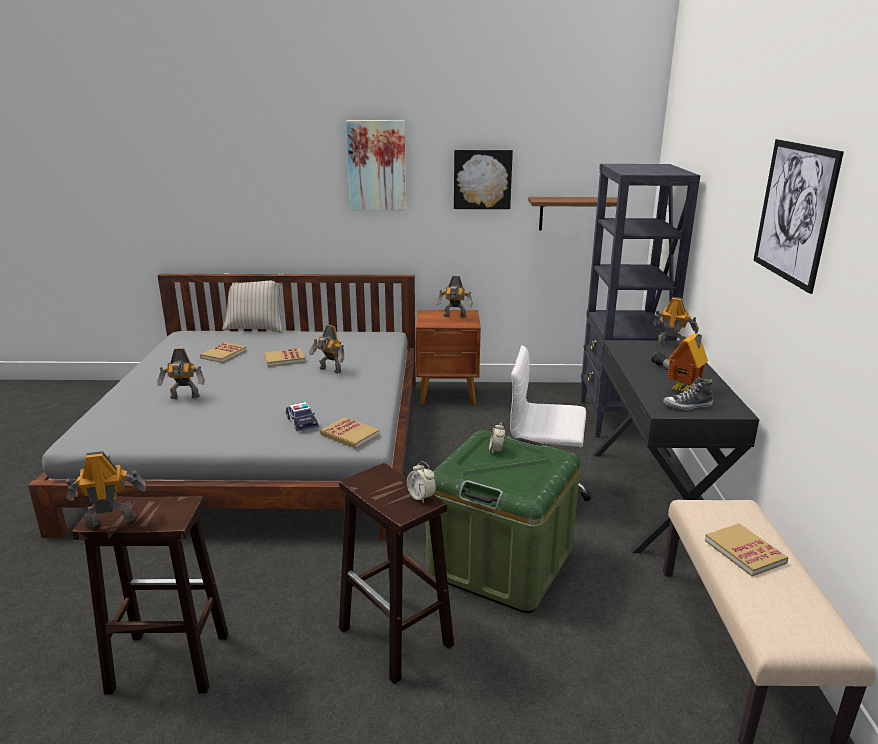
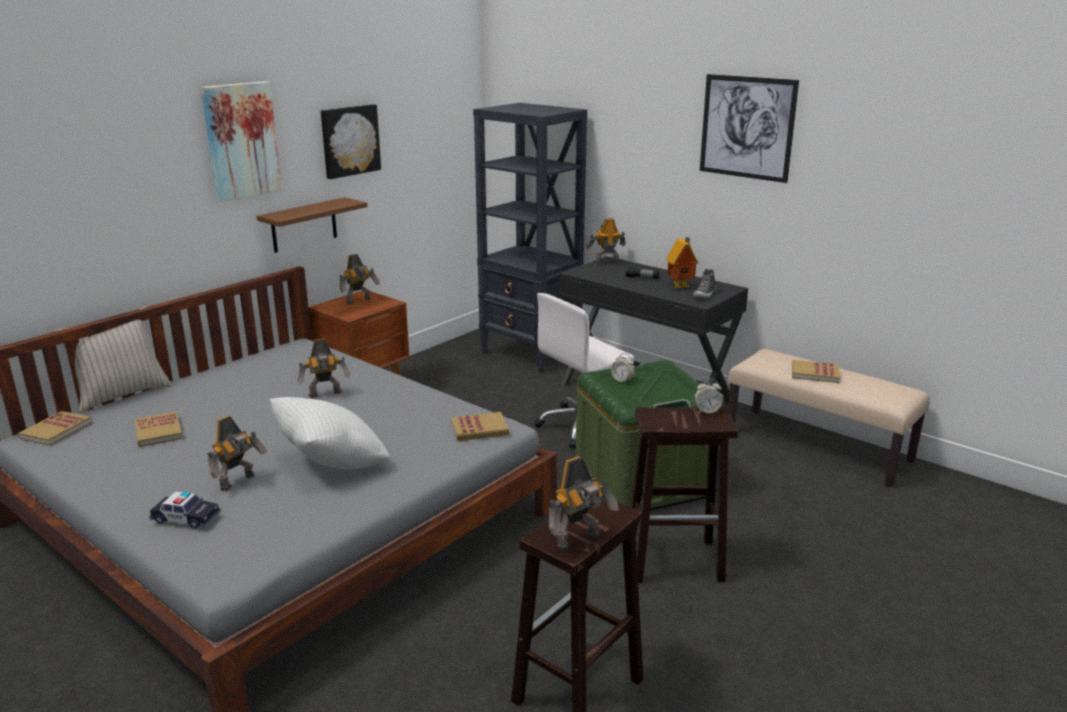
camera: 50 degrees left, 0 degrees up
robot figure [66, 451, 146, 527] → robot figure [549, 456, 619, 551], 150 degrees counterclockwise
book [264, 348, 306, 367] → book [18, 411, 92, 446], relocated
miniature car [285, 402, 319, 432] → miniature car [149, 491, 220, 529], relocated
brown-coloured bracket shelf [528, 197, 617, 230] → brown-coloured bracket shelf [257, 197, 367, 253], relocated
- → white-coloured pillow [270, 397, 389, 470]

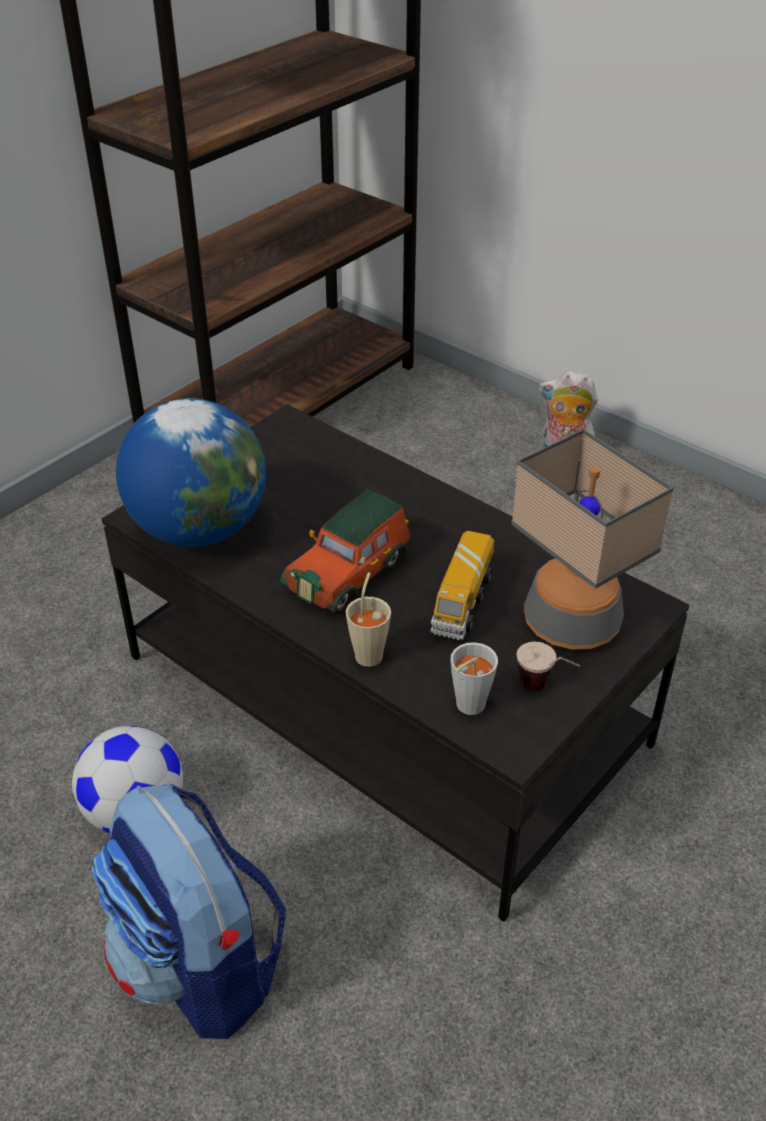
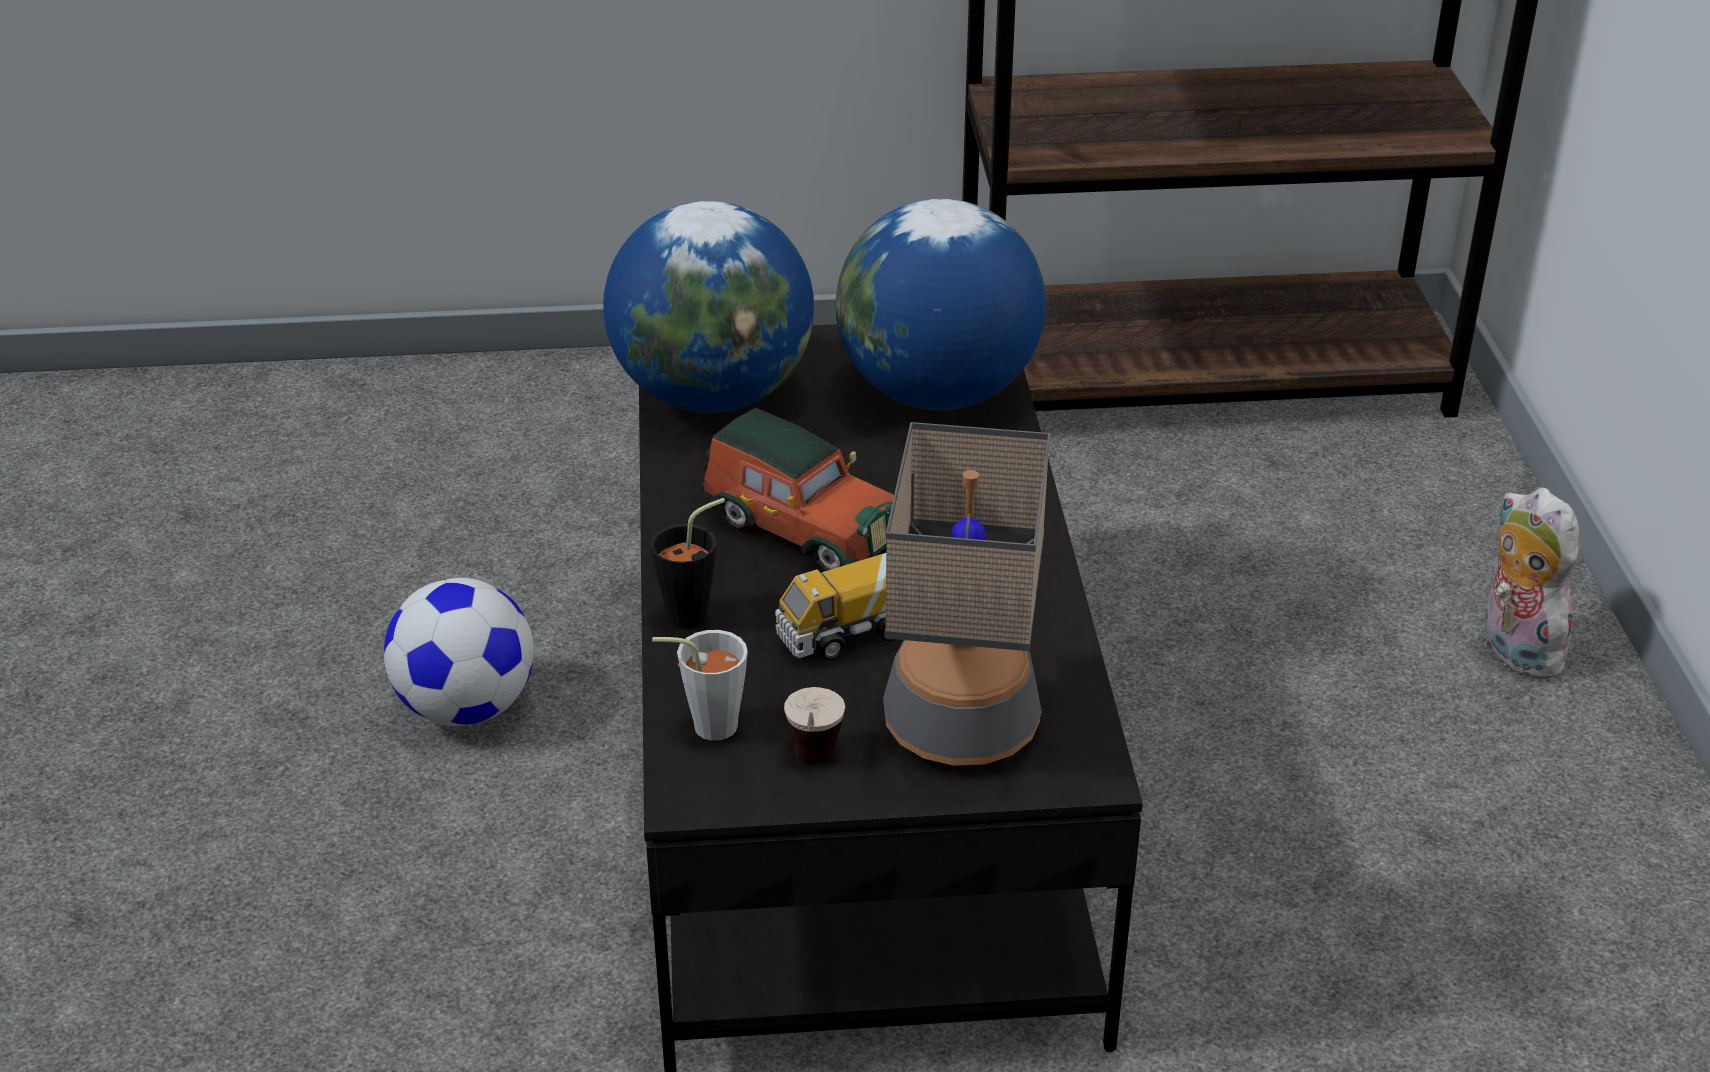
camera: 45 degrees right, 5 degrees down
backpack [92, 784, 286, 1039] → -
miniature car [280, 489, 411, 613] → miniature car [701, 407, 894, 571], 135 degrees counterclockwise
beige cup [346, 573, 391, 667] → black-coloured cup [650, 498, 725, 628]
- → desk globe [836, 199, 1046, 410]

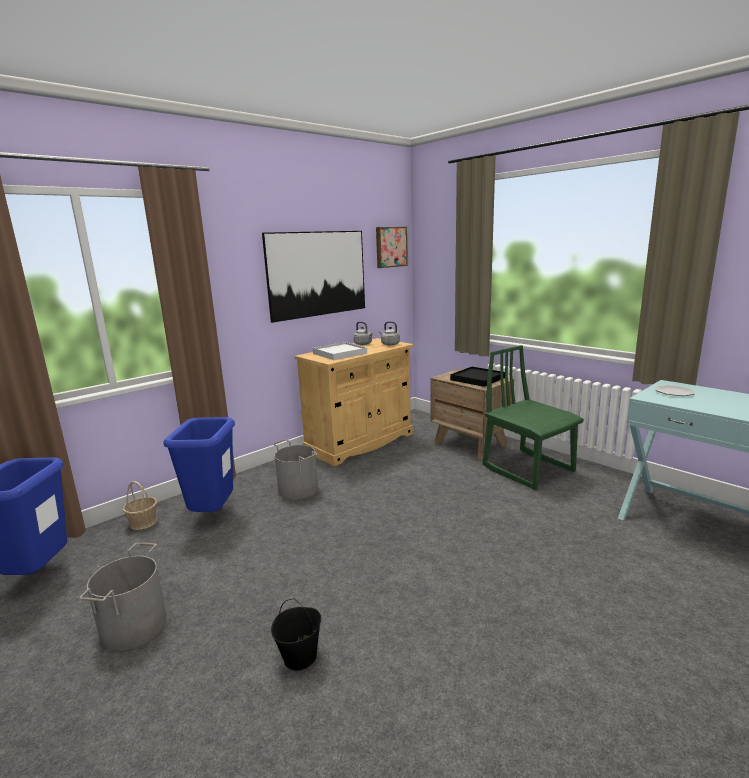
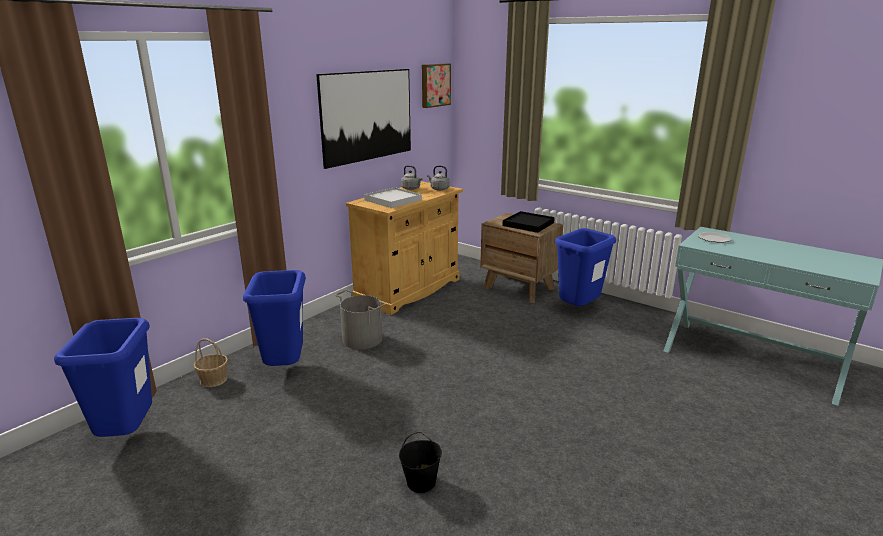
camera: 10 degrees left, 5 degrees up
gray pail [79, 543, 167, 651] → -
green chair [482, 345, 584, 490] → blue-coloured trash can [555, 228, 616, 306]

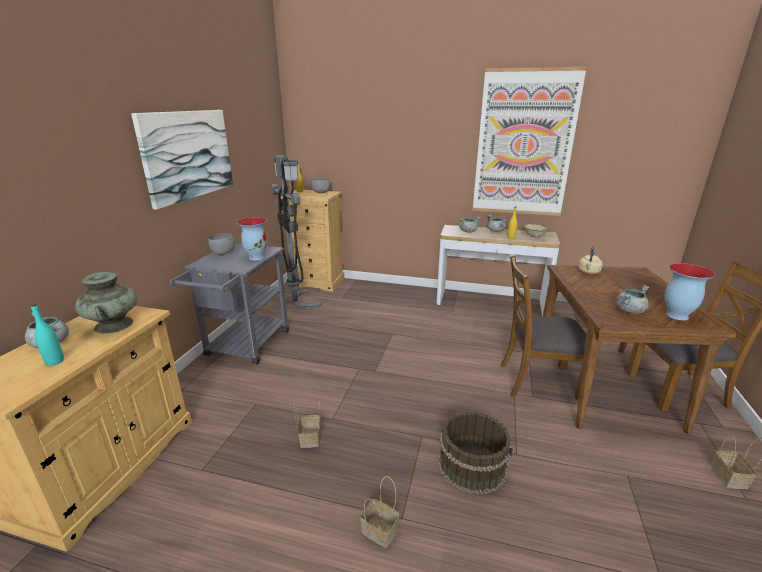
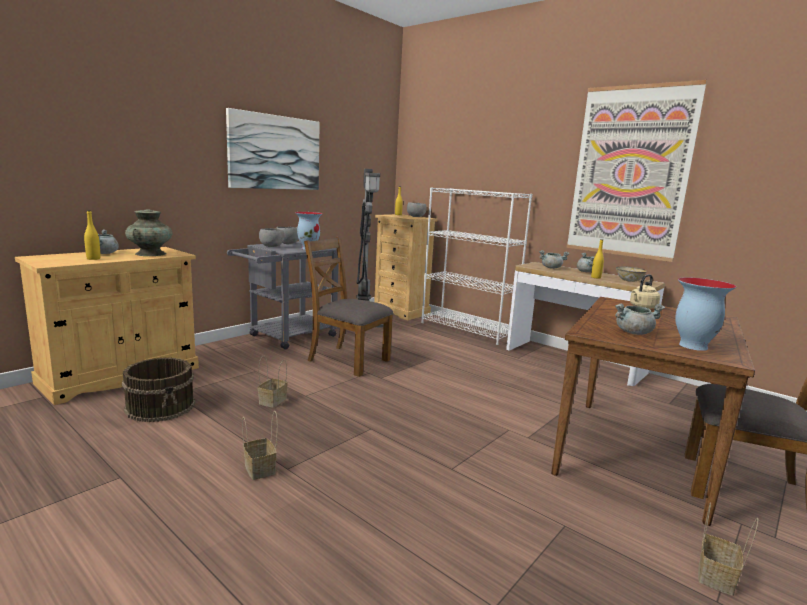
camera: 25 degrees right, 10 degrees down
blue-green drink bottle [31, 304, 64, 366] → yellow drink bottle [84, 210, 101, 260]
brown-coloured pail [438, 411, 513, 495] → brown-coloured pail [122, 358, 195, 422], relocated
brown-coloured chair [501, 255, 587, 401] → brown-coloured chair [304, 236, 393, 377], relocated
- → gray deep dish [259, 228, 284, 247]
- → white-coloured shelving unit [422, 187, 532, 345]

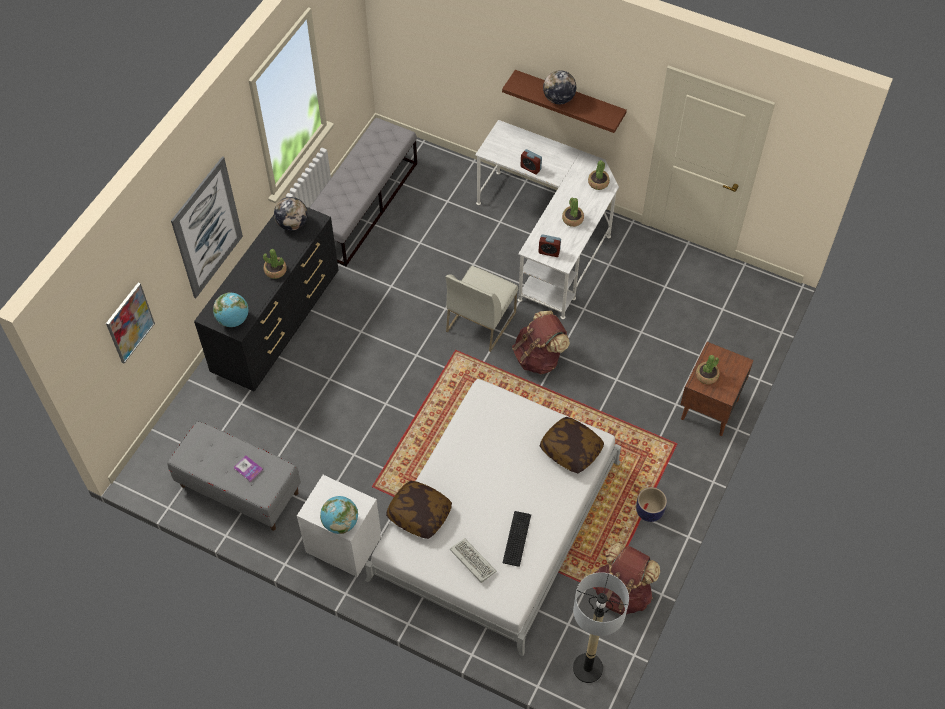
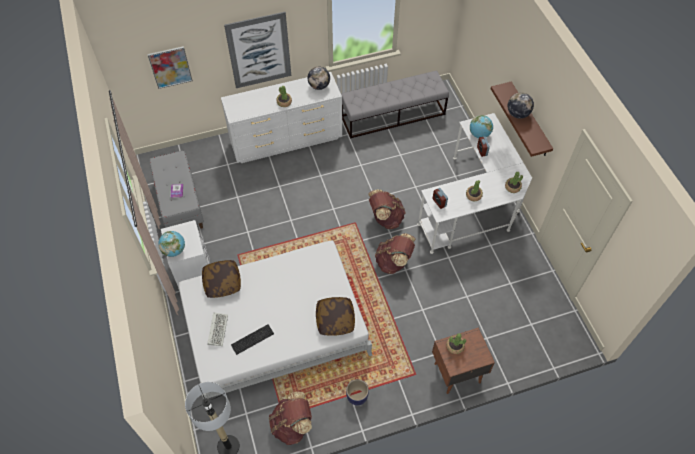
camera: 45 degrees right, 0 degrees up
black-coloured dresser [194, 207, 339, 392] → white-coloured dresser [221, 72, 342, 163]
desk globe [213, 292, 248, 327] → desk globe [470, 115, 493, 138], relocated
white-coloured chair [446, 266, 518, 352] → brown-coloured backpack [368, 189, 406, 229]

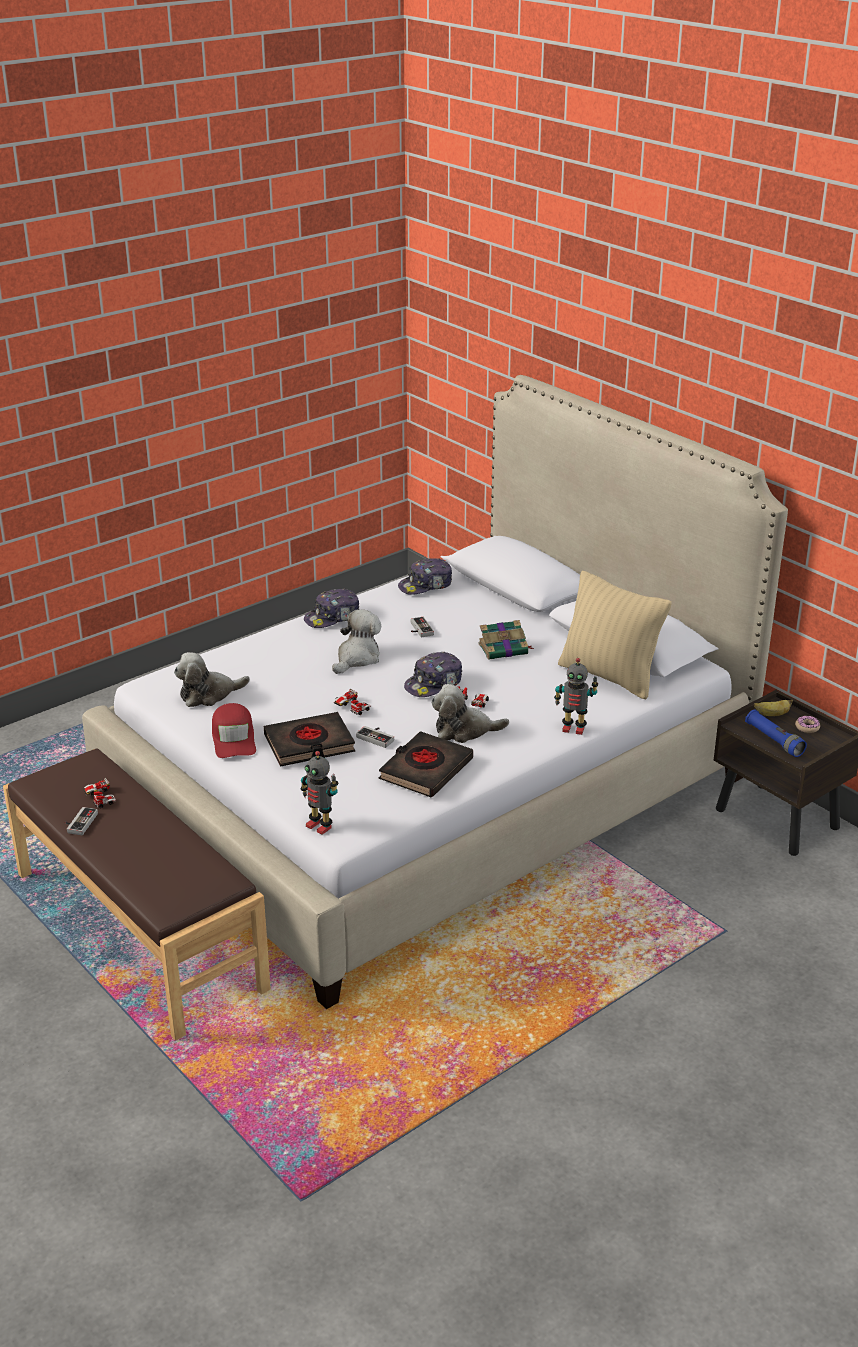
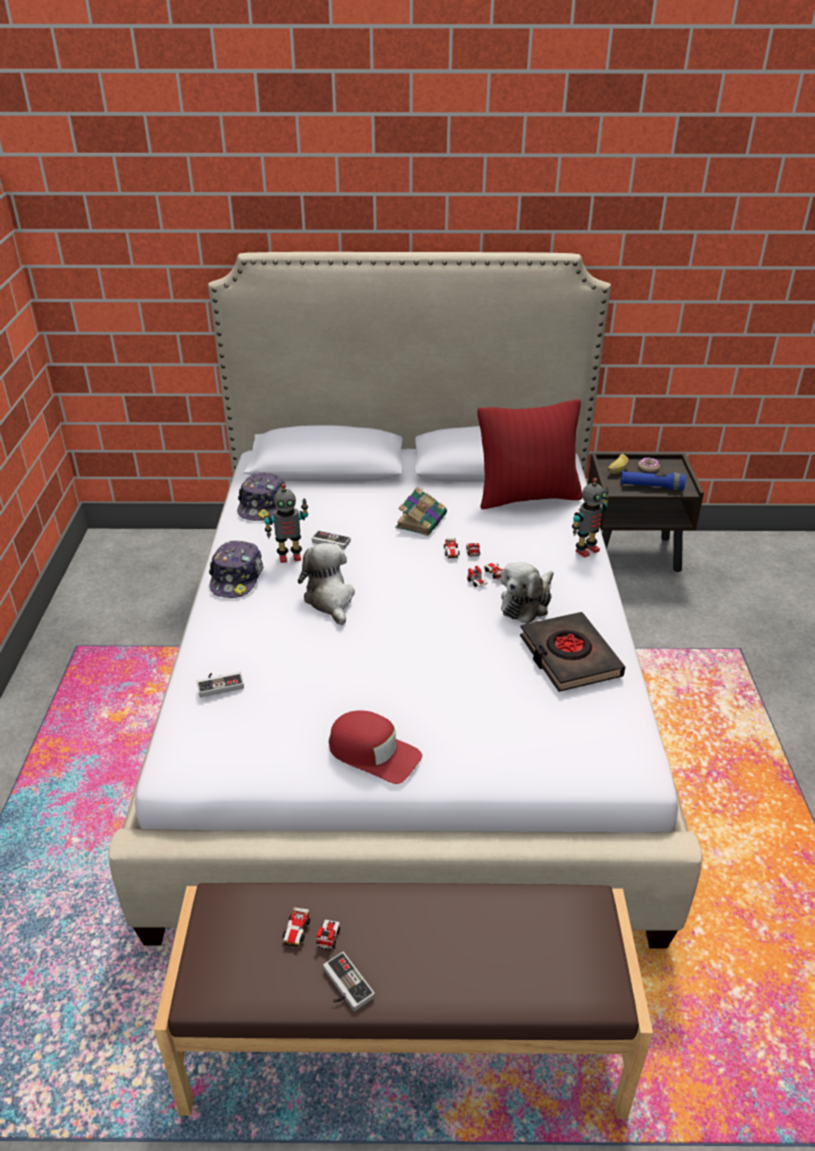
camera: 50 degrees left, 5 degrees up
soft toy [174, 652, 250, 707] → -
black-coloured book [264, 712, 355, 767] → -
robot figure [300, 751, 338, 835] → robot figure [264, 484, 308, 563], relocated
miniature car [334, 689, 371, 715] → miniature car [444, 538, 480, 558], relocated
joypad [356, 726, 394, 748] → joypad [197, 672, 244, 697], relocated
peaked cap [404, 652, 462, 697] → -
beige pillow [558, 570, 672, 699] → red-coloured pillow [477, 399, 582, 509]

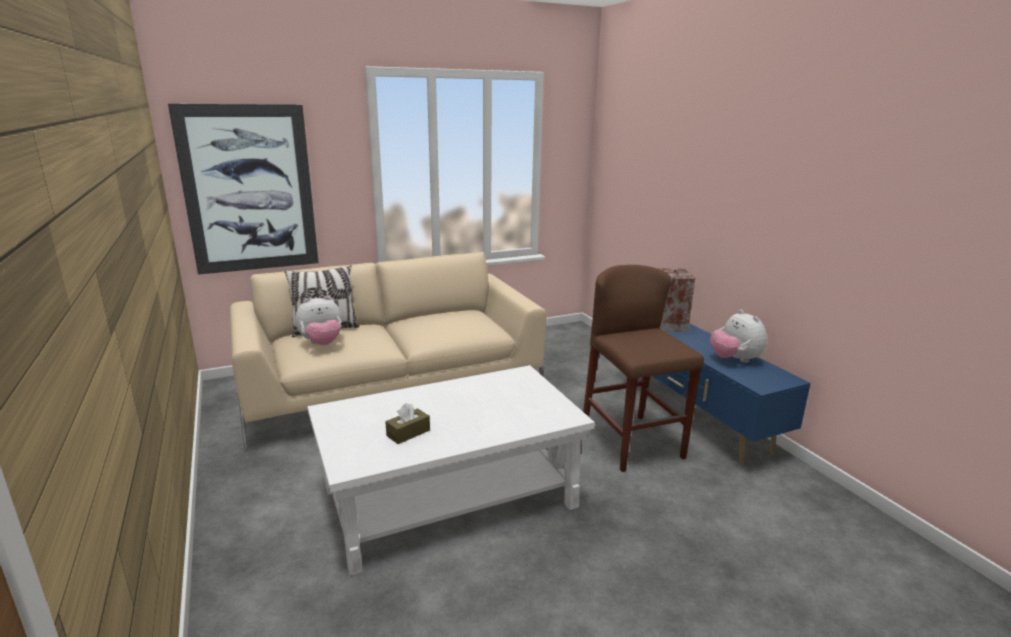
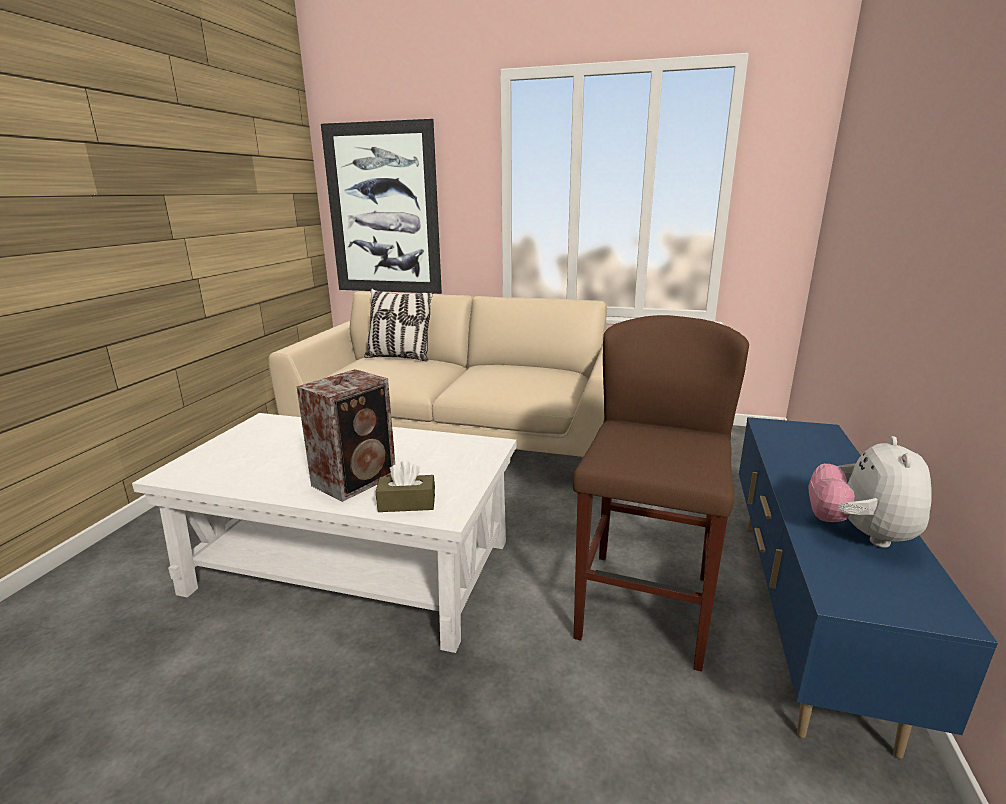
camera: 40 degrees right, 0 degrees up
soft toy [295, 296, 342, 345] → -
brown-coloured tissue holder [386, 403, 430, 444] → brown-coloured tissue holder [376, 461, 435, 512], relocated
audio speaker [658, 268, 695, 332] → audio speaker [296, 369, 395, 502], relocated

